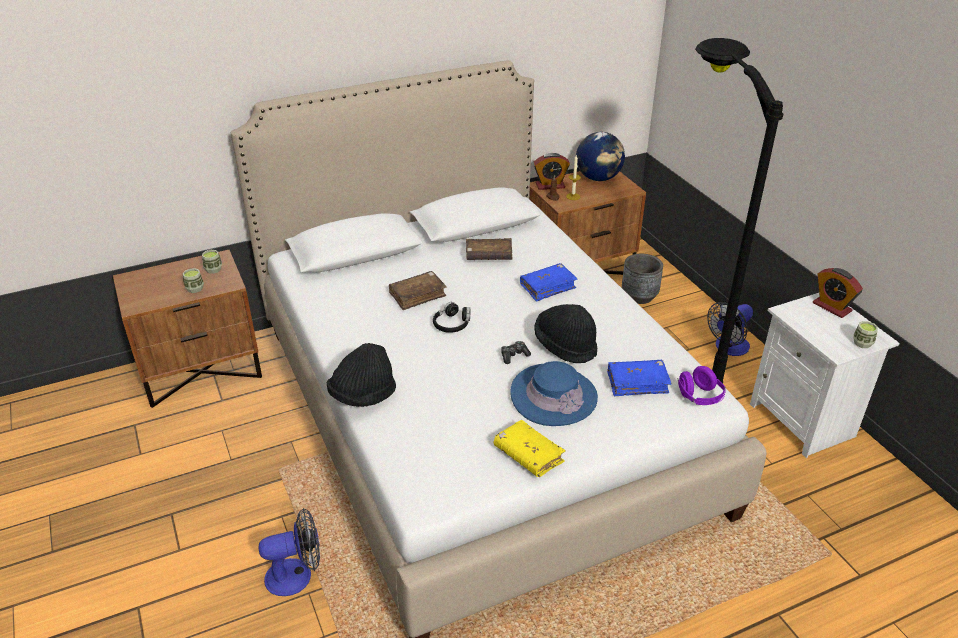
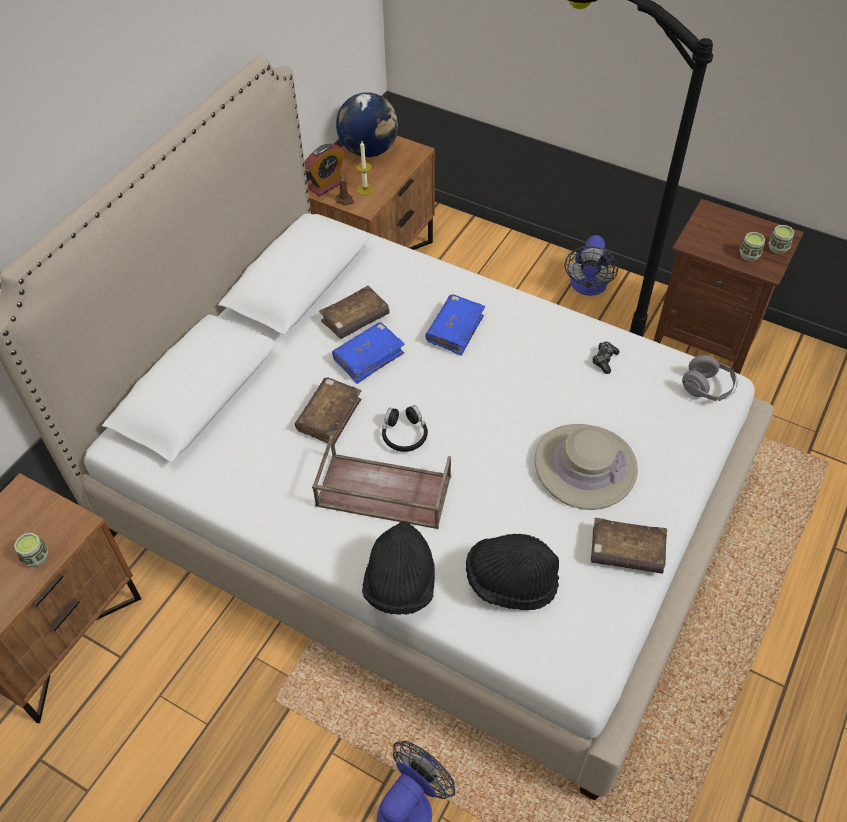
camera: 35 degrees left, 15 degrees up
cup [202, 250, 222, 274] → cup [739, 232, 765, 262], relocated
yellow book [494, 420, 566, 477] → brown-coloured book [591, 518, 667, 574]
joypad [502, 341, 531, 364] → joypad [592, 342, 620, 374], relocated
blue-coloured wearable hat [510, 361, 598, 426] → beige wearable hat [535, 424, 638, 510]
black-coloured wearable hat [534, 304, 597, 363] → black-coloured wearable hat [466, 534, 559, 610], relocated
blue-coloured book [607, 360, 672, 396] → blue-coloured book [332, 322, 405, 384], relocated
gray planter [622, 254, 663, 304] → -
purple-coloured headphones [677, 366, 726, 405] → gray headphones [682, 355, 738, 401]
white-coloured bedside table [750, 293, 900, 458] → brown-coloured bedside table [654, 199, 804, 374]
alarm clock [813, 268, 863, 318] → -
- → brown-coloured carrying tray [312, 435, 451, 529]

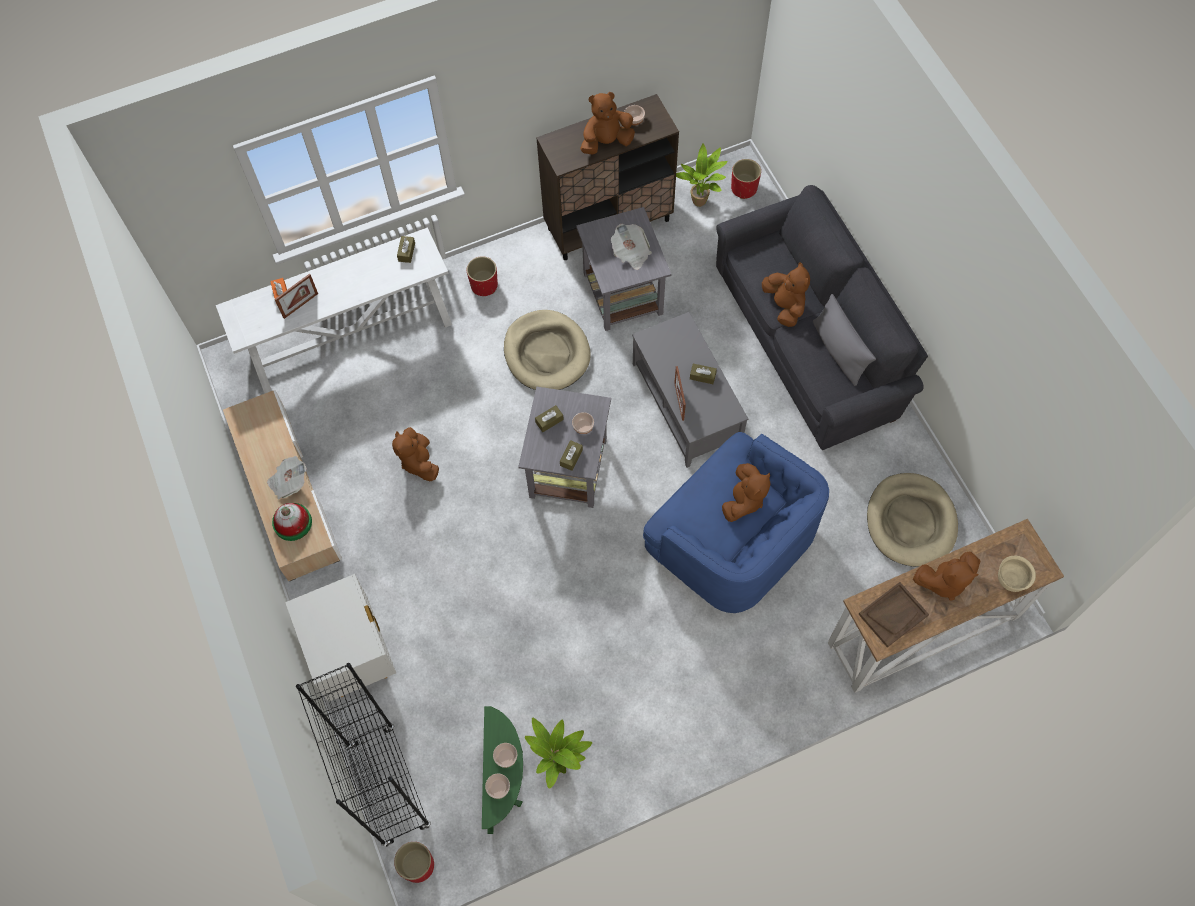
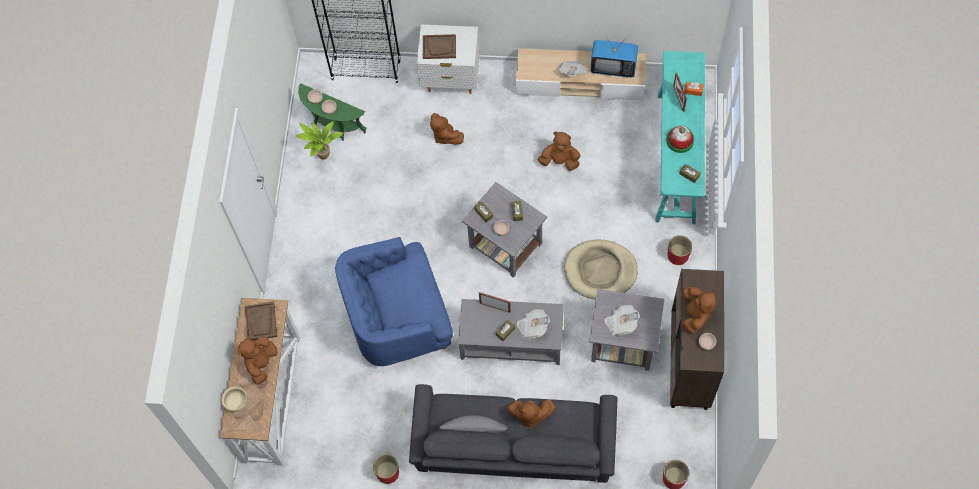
camera: 120 degrees right, 0 degrees up
white-coloured console table [216, 227, 452, 394] → blue-green console table [655, 51, 705, 224]
wearable hat [272, 503, 312, 541] → wearable hat [666, 126, 694, 153], relocated
red-coloured planter [394, 842, 434, 883] → red-coloured planter [373, 454, 399, 484], relocated
plant in a pot [676, 143, 728, 207] → -
brown-coloured soft toy [722, 463, 771, 522] → brown-coloured soft toy [430, 113, 464, 145], relocated
beige dog cushion [867, 473, 958, 567] → -
- → brown-coloured carrying tray [423, 34, 456, 59]
- → newspaper [517, 309, 550, 339]
- → television [590, 36, 638, 78]

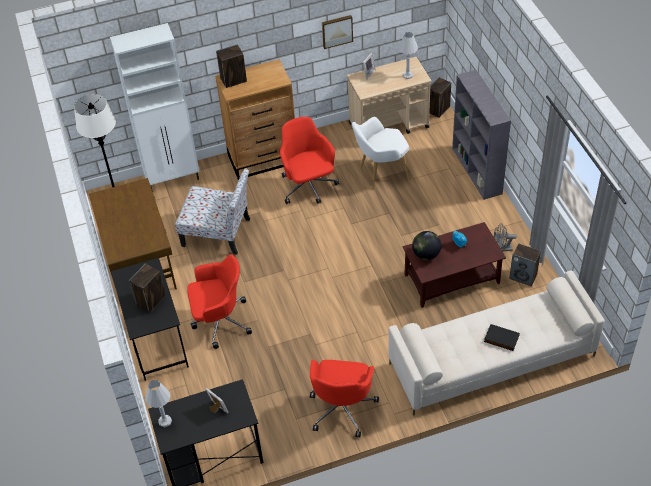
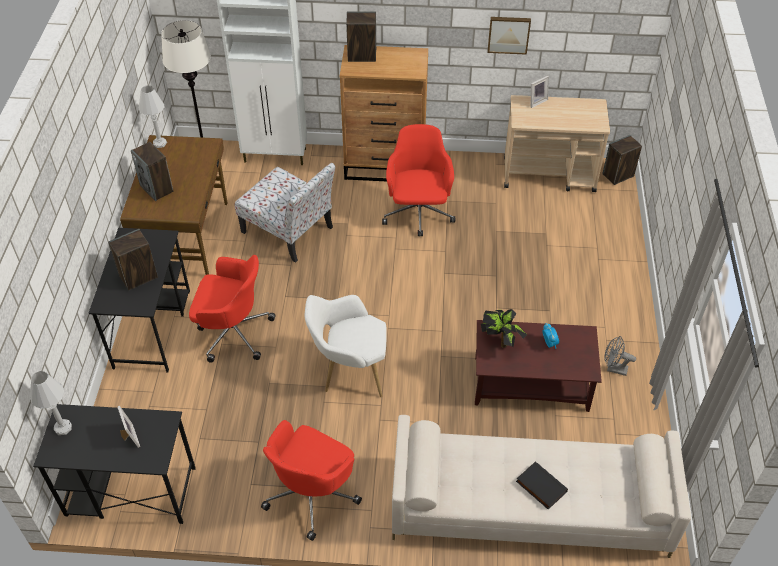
camera: 20 degrees right, 0 degrees up
white-coloured easy chair [352, 117, 410, 189] → white-coloured easy chair [305, 295, 387, 397], relocated
white-coloured lamp for a table [399, 32, 418, 79] → white-coloured lamp for a table [138, 85, 167, 148], relocated
desk globe [412, 231, 441, 260] → plant in a pot [481, 309, 527, 348]
gray shelving unit [452, 70, 511, 200] → -
audio speaker [509, 244, 541, 286] → audio speaker [131, 142, 173, 201], relocated

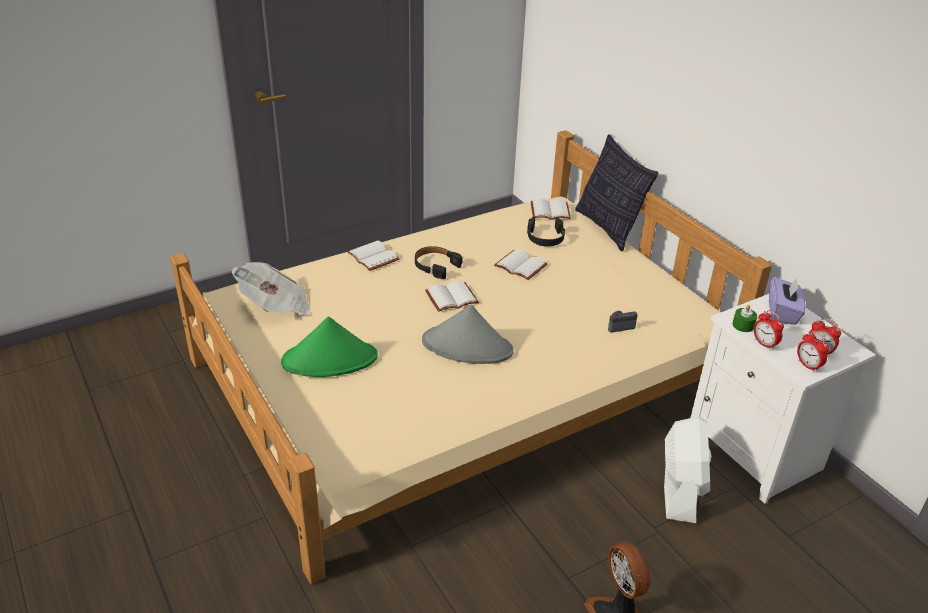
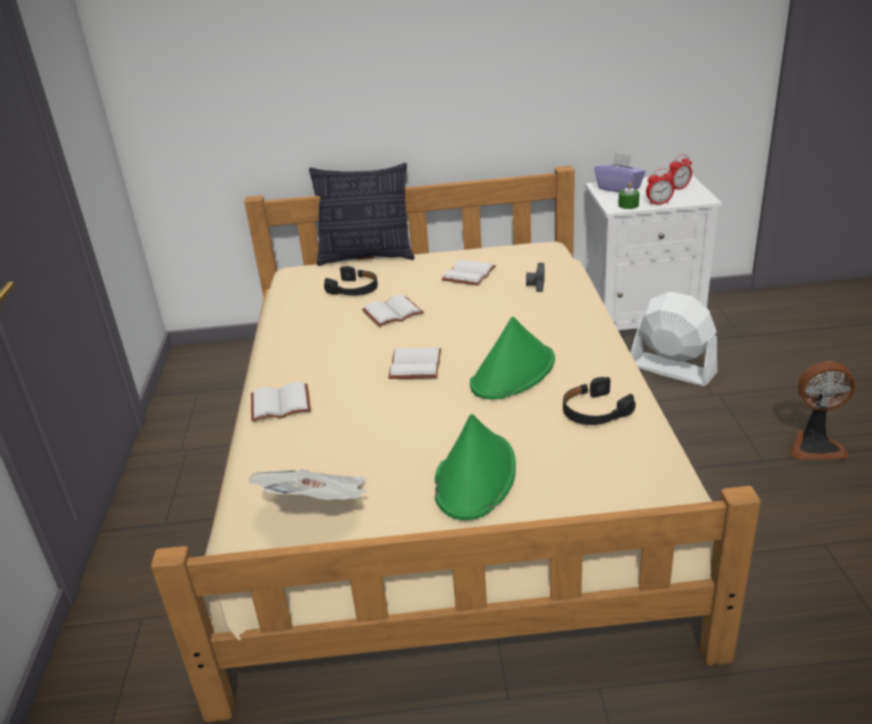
camera: 60 degrees left, 5 degrees down
black-coloured headphones [415, 246, 463, 279] → black-coloured headphones [563, 377, 636, 425], relocated
gray wearable hat [422, 304, 514, 364] → green wearable hat [470, 317, 555, 399]
white-coloured book [531, 199, 571, 220] → white-coloured book [442, 260, 496, 286], relocated
alarm clock [797, 331, 829, 372] → -

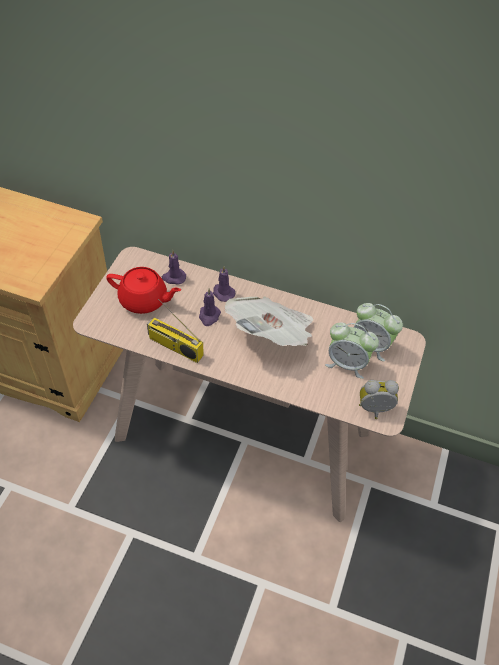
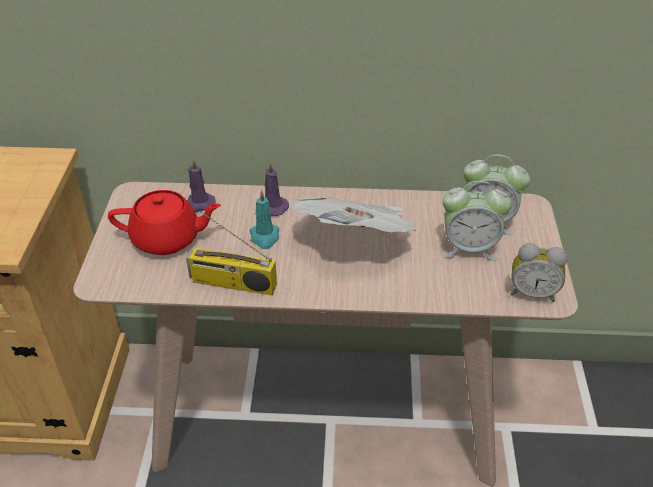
camera: 15 degrees left, 10 degrees down
purple-coloured wax light [199, 288, 221, 326] → blue-green wax light [250, 190, 279, 249]
alarm clock [359, 380, 399, 419] → alarm clock [510, 243, 568, 302], 150 degrees counterclockwise

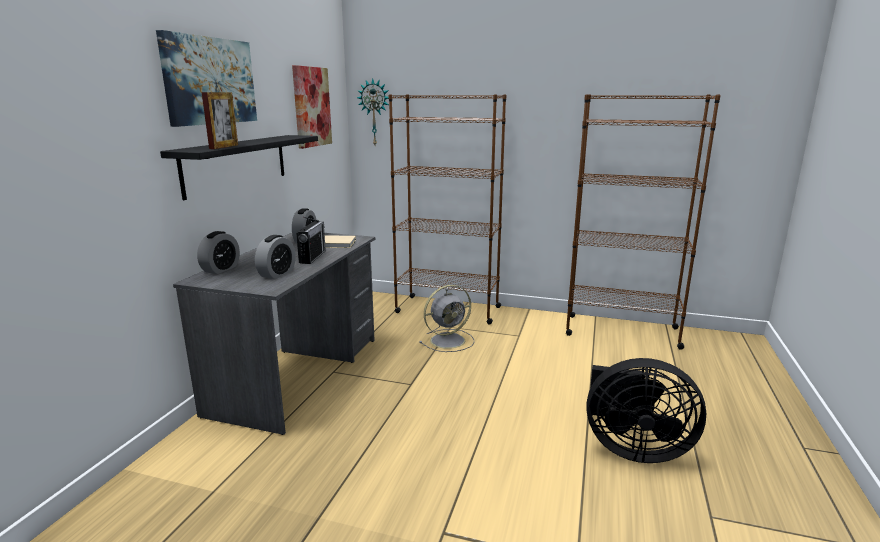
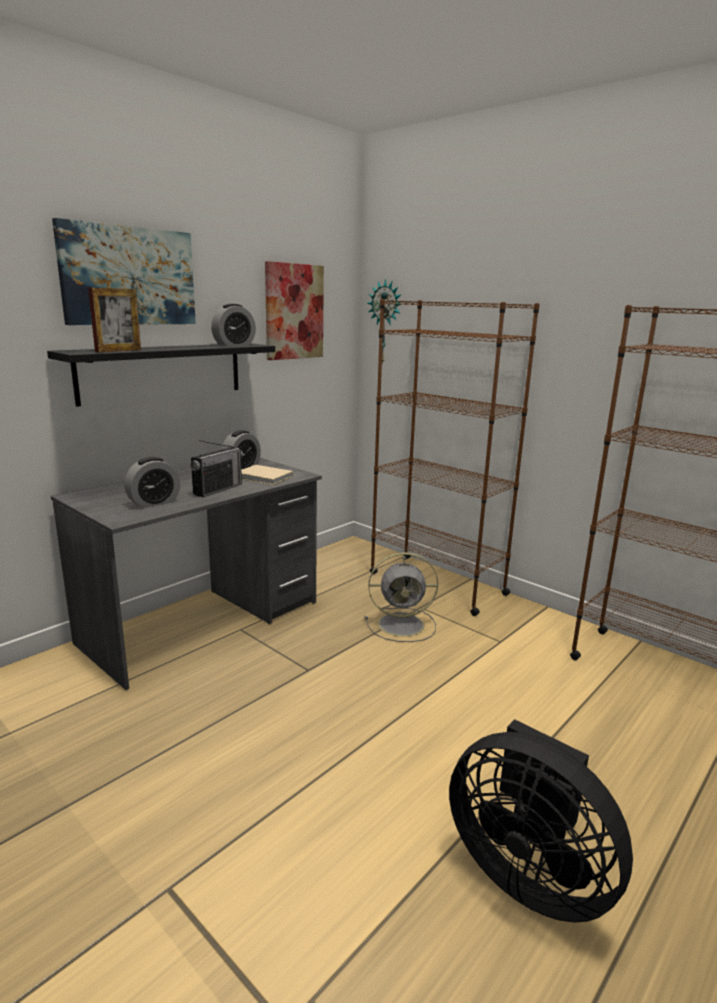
camera: 25 degrees right, 0 degrees up
alarm clock [197, 231, 240, 274] → alarm clock [211, 304, 256, 346], relocated

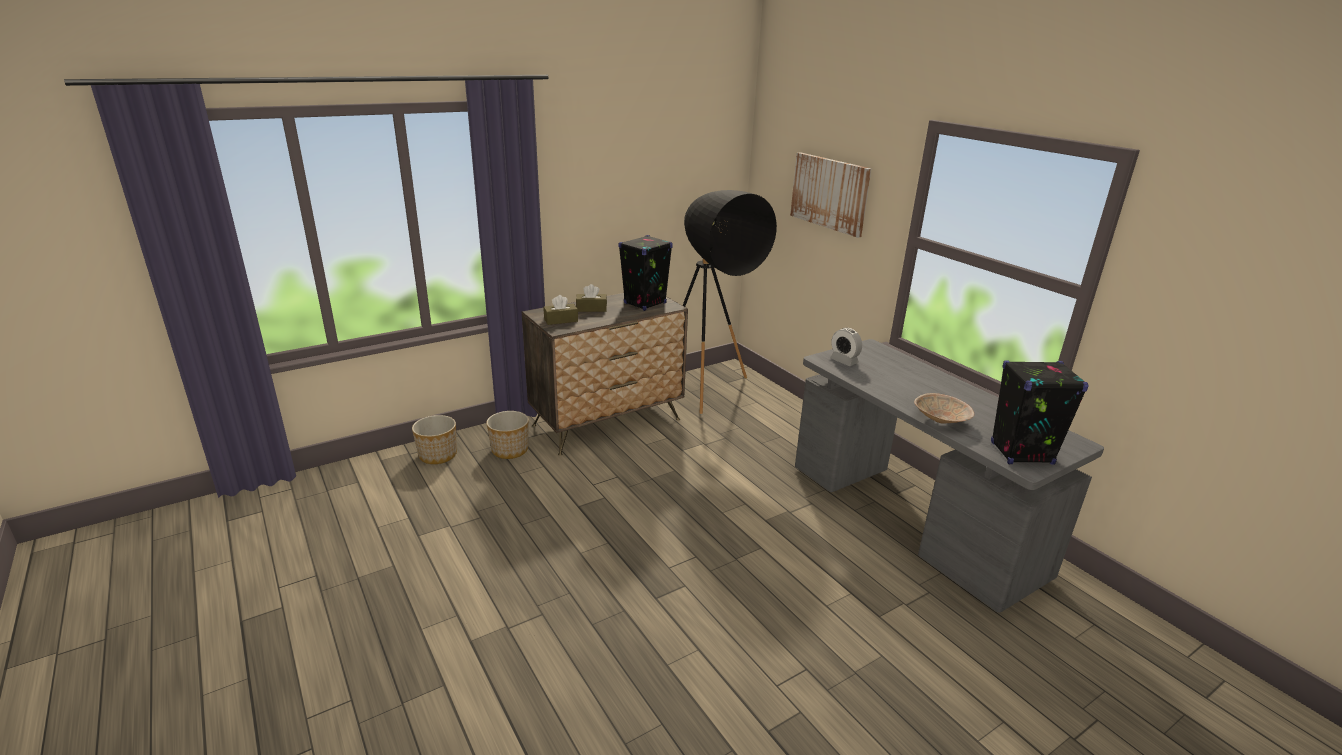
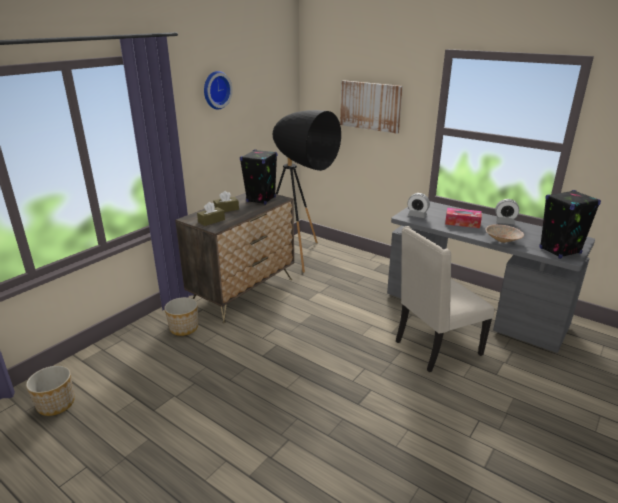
camera: 20 degrees left, 0 degrees up
planter [412, 415, 457, 464] → planter [26, 366, 75, 416], relocated
- → wall clock [204, 71, 233, 109]
- → beige chair [396, 226, 494, 372]
- → tissue holder [445, 208, 482, 228]
- → alarm clock [495, 199, 519, 224]

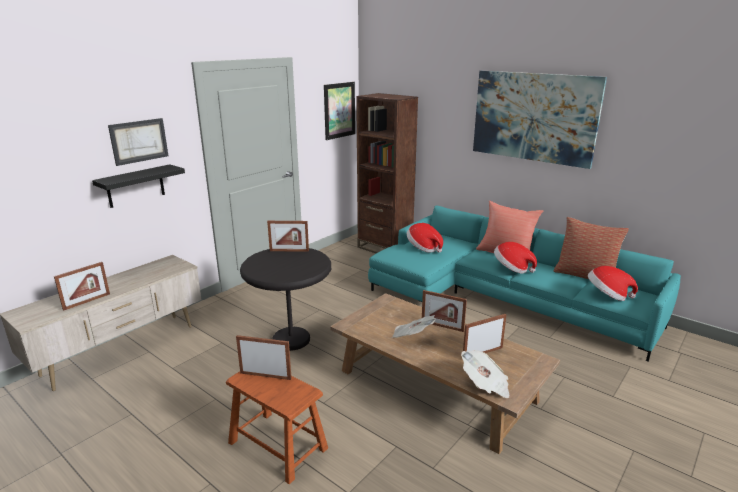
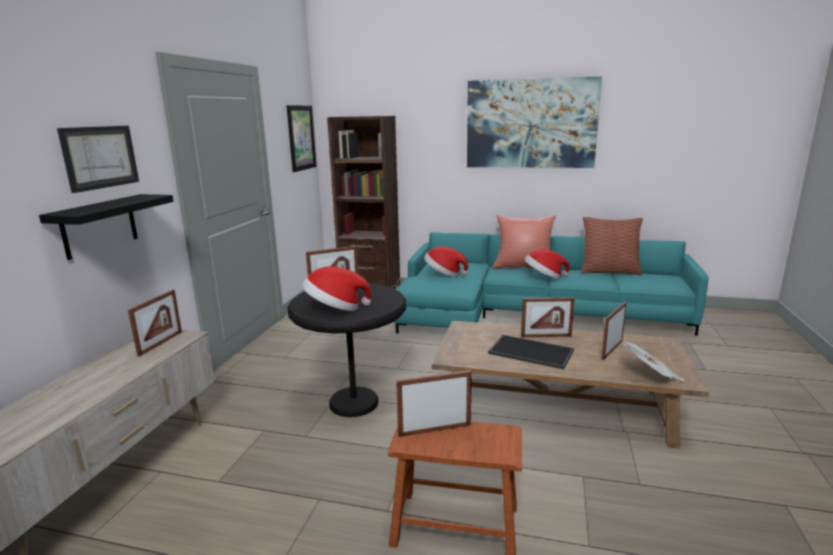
camera: 25 degrees left, 5 degrees down
standing frame [54, 262, 110, 311] → standing frame [128, 290, 182, 357], relocated
newspaper [391, 315, 436, 338] → carrying tray [488, 335, 574, 369]
wearable hat [588, 266, 638, 301] → wearable hat [302, 266, 371, 311], relocated

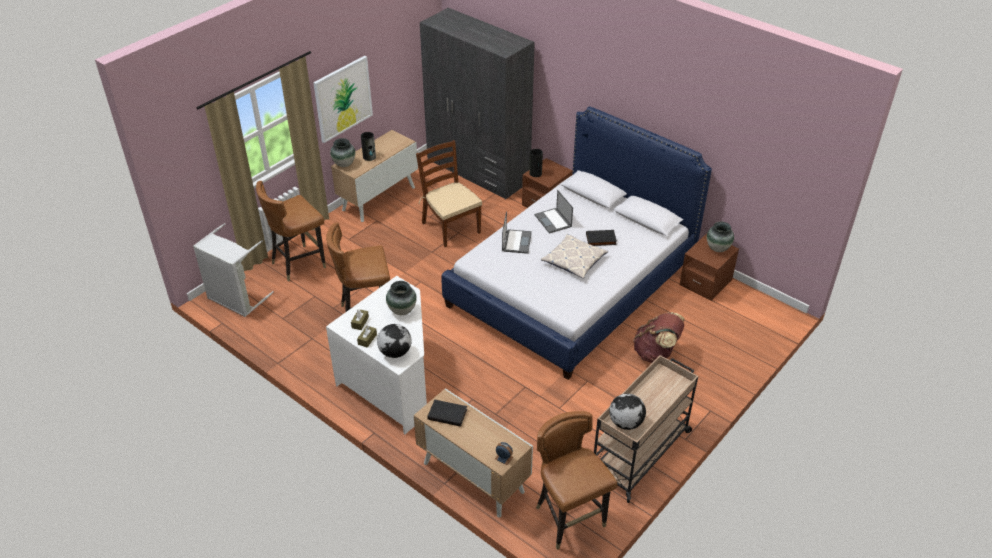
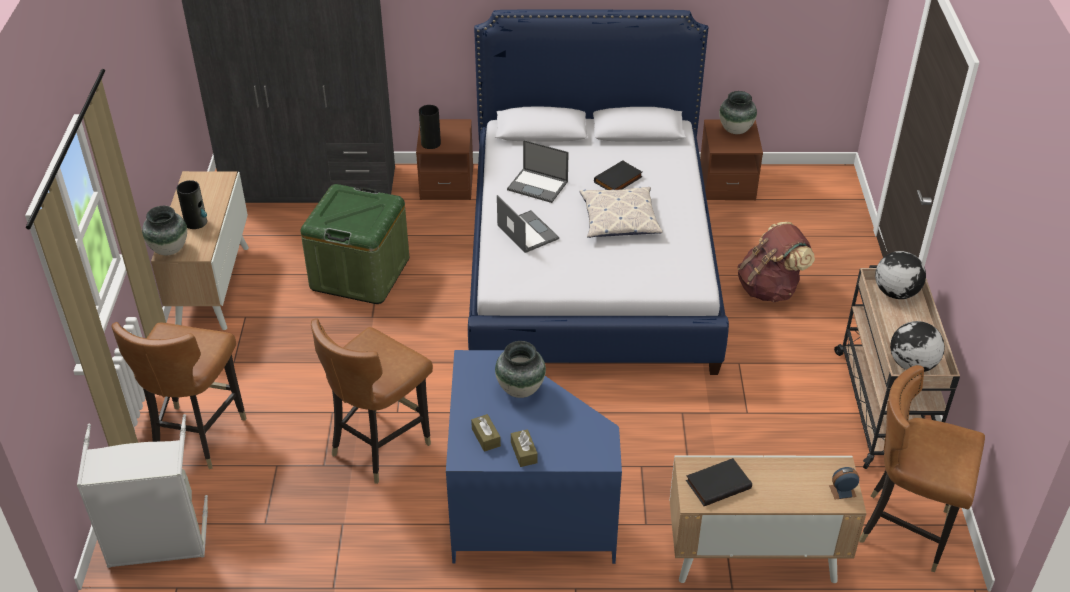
camera: 40 degrees left, 0 degrees up
wall art [313, 56, 373, 143] → -
white-coloured desk [326, 276, 427, 434] → blue-coloured desk [446, 350, 622, 564]
desk globe [377, 324, 412, 358] → desk globe [875, 251, 926, 299], relocated
brown-coloured chair [416, 140, 482, 247] → green storage box [301, 184, 409, 304]

